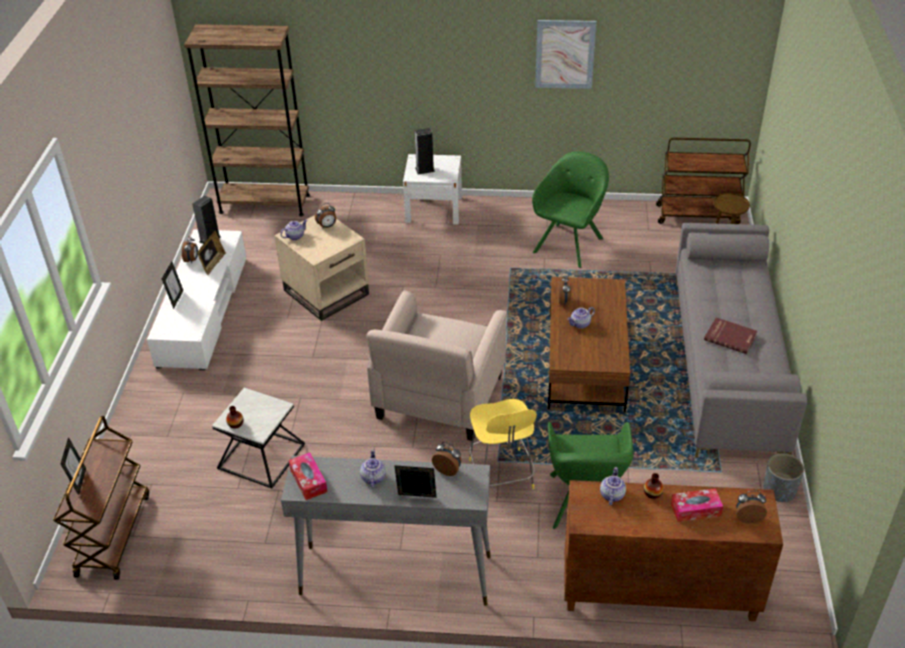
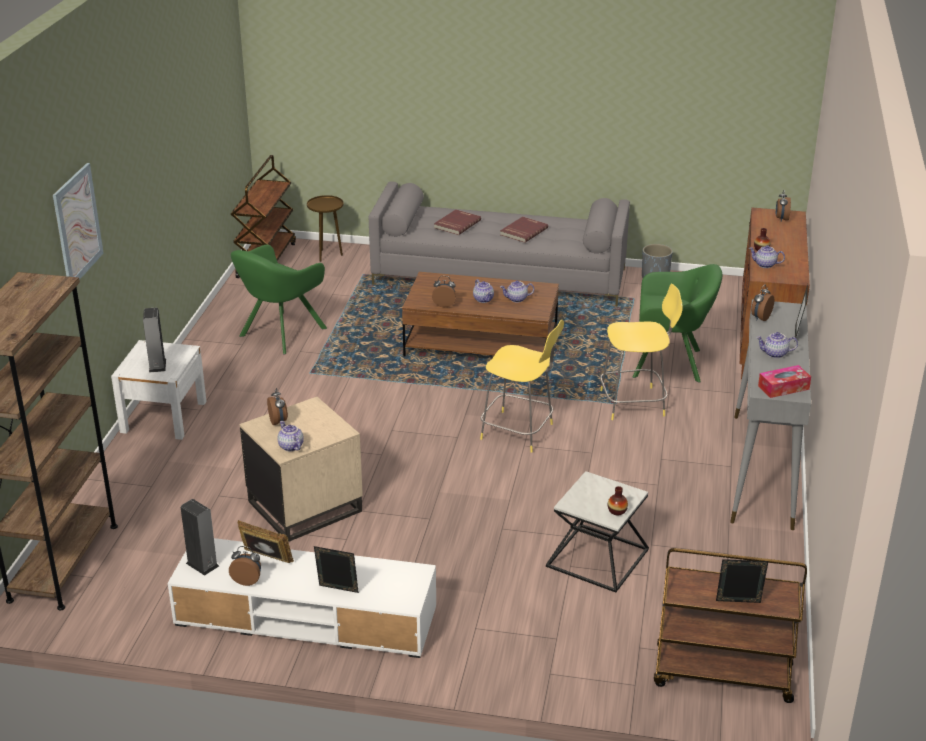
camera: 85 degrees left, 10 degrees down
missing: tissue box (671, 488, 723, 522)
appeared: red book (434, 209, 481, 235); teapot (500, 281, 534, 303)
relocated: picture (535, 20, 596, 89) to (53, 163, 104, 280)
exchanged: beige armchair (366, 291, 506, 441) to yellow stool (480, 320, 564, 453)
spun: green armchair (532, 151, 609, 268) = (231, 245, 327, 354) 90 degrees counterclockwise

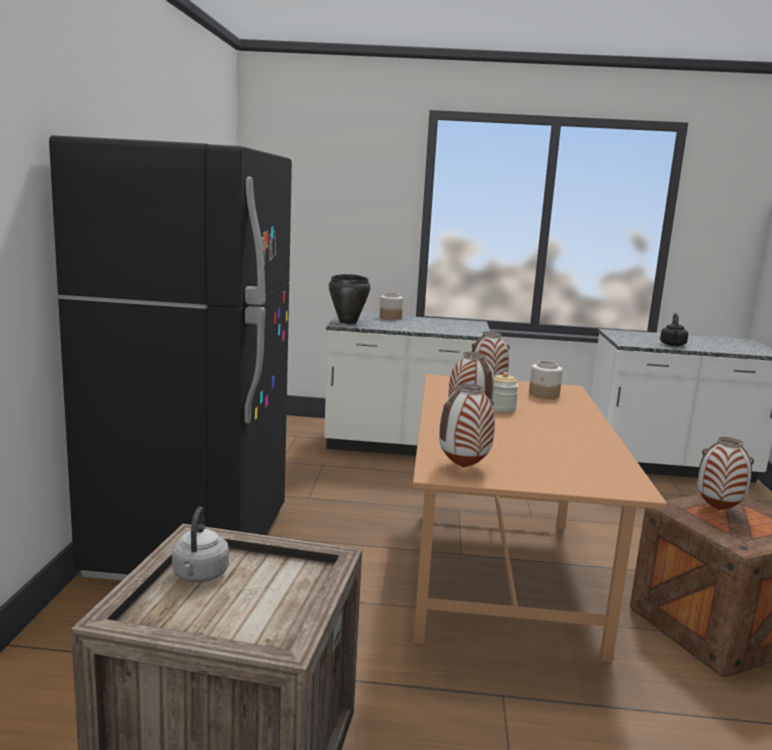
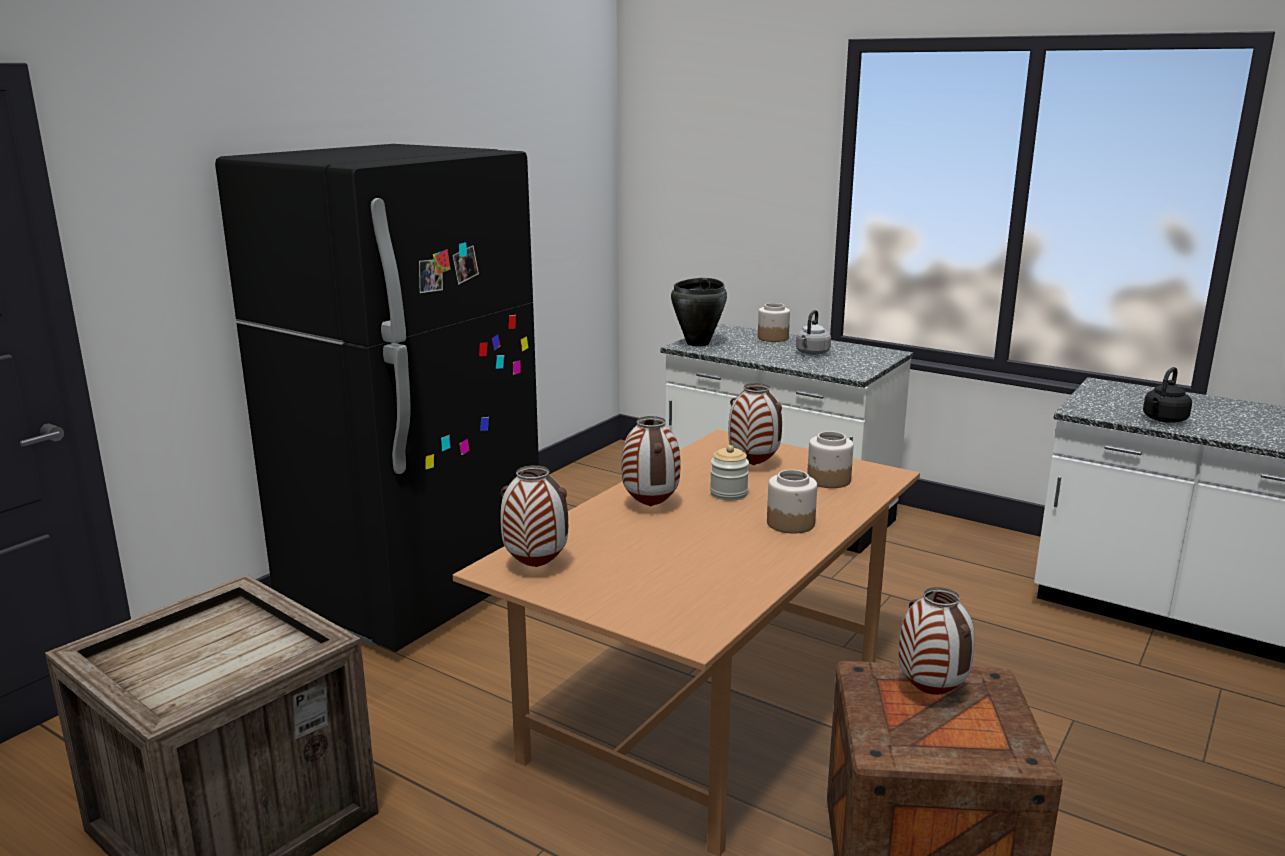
camera: 30 degrees right, 5 degrees up
appeared: jar (767, 470, 817, 534)
relocated: grey kettle (172, 507, 229, 583) to (796, 310, 831, 355)

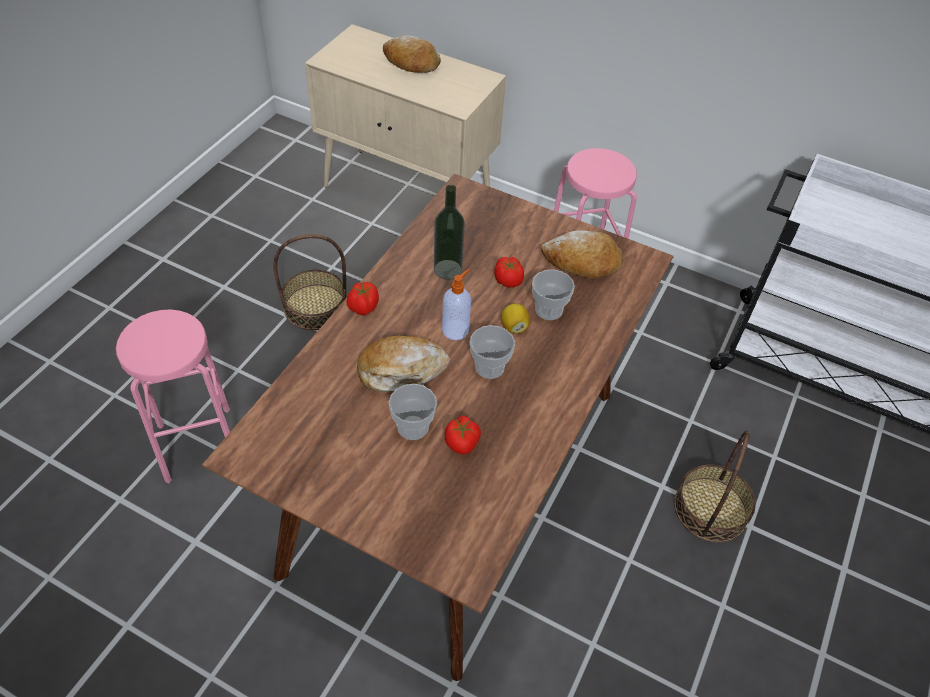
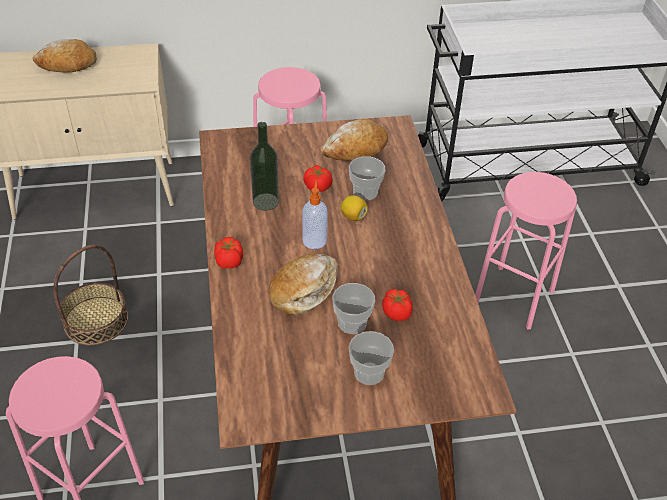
camera: 35 degrees left, 5 degrees down
relocated: cup (470, 325, 515, 379) to (348, 331, 394, 385)
exchanged: basket (674, 431, 756, 543) to pink stool (475, 172, 577, 330)

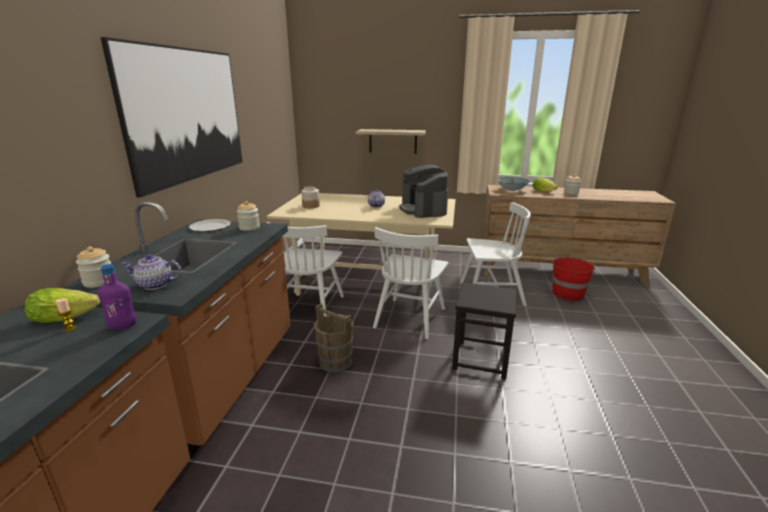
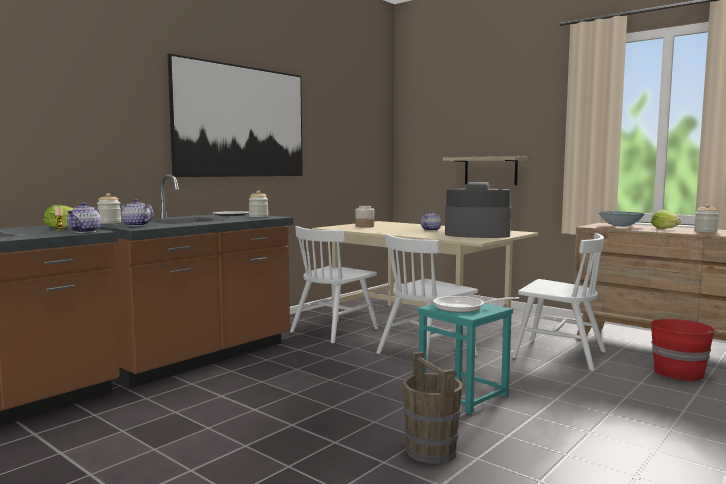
camera: 30 degrees right, 15 degrees down
appeared: frying pan (433, 296, 519, 313)
relocated: brown bucket (314, 304, 353, 373) to (402, 352, 463, 464)
exchanged: purple bottle (98, 264, 137, 329) to teapot (66, 202, 101, 233)
colour: black stool (452, 282, 517, 379) to turquoise stool (418, 303, 513, 414)
spun: coffee machine (400, 165, 448, 218) = (445, 182, 511, 238) 90 degrees clockwise

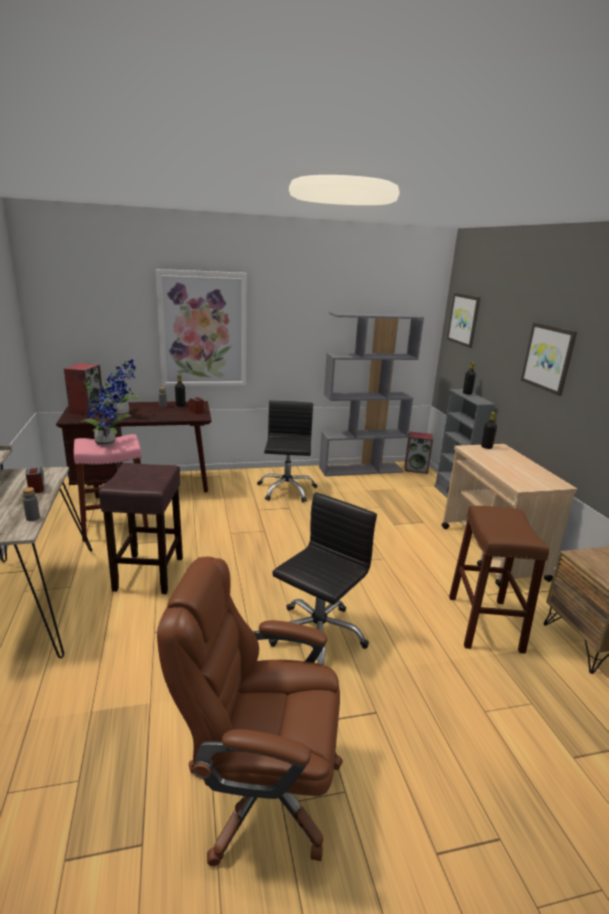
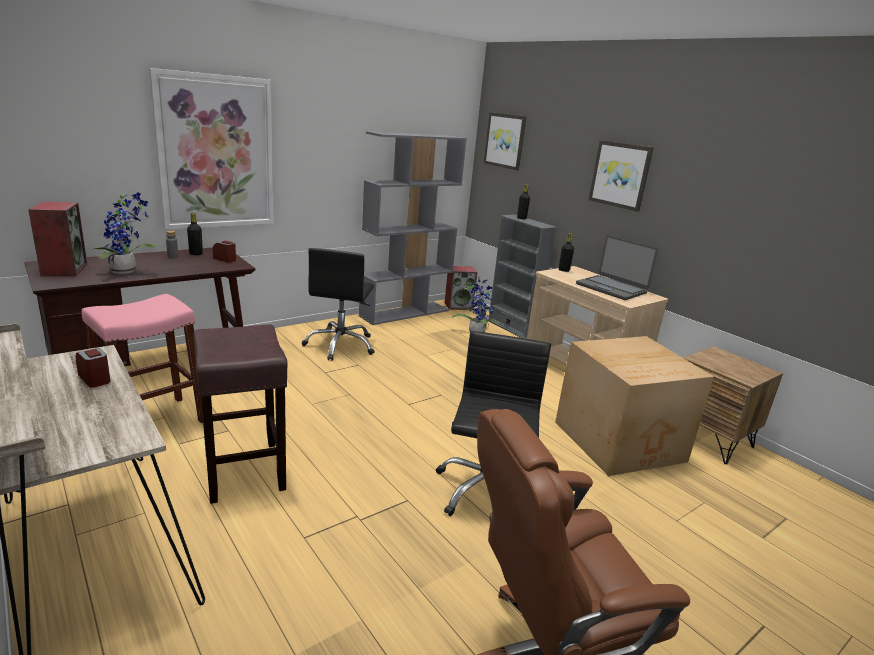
camera: 25 degrees left, 0 degrees up
missing: grey bottle (22, 487, 40, 521)
appeared: laptop (576, 235, 658, 300)
relocated: potted plant (81, 376, 132, 446) to (452, 279, 500, 332)
exchanged: brown stool (449, 506, 549, 654) to cardboard box (555, 336, 714, 476)
spun: black office chair (257, 401, 317, 502) = (302, 248, 375, 361) 150 degrees counterclockwise

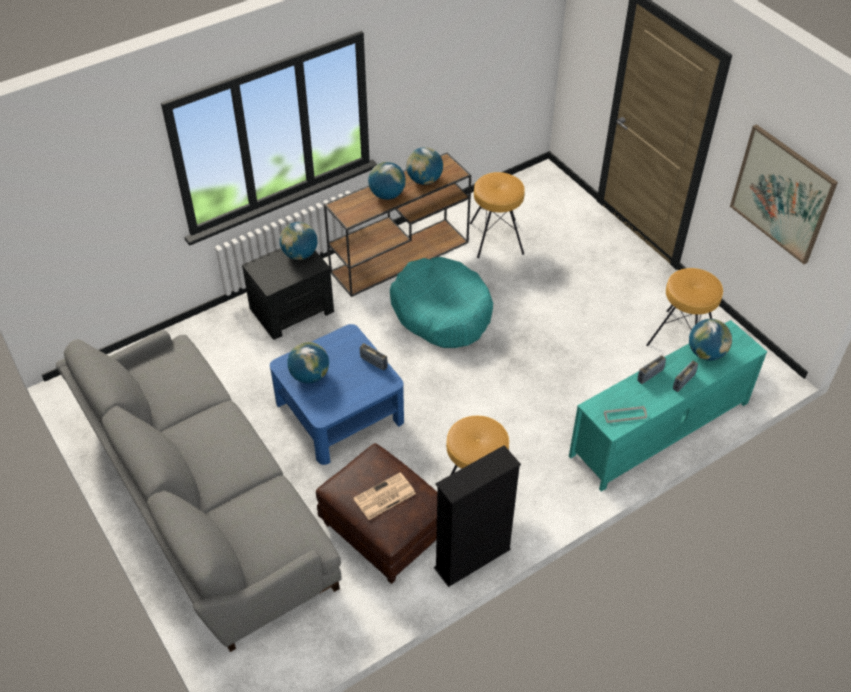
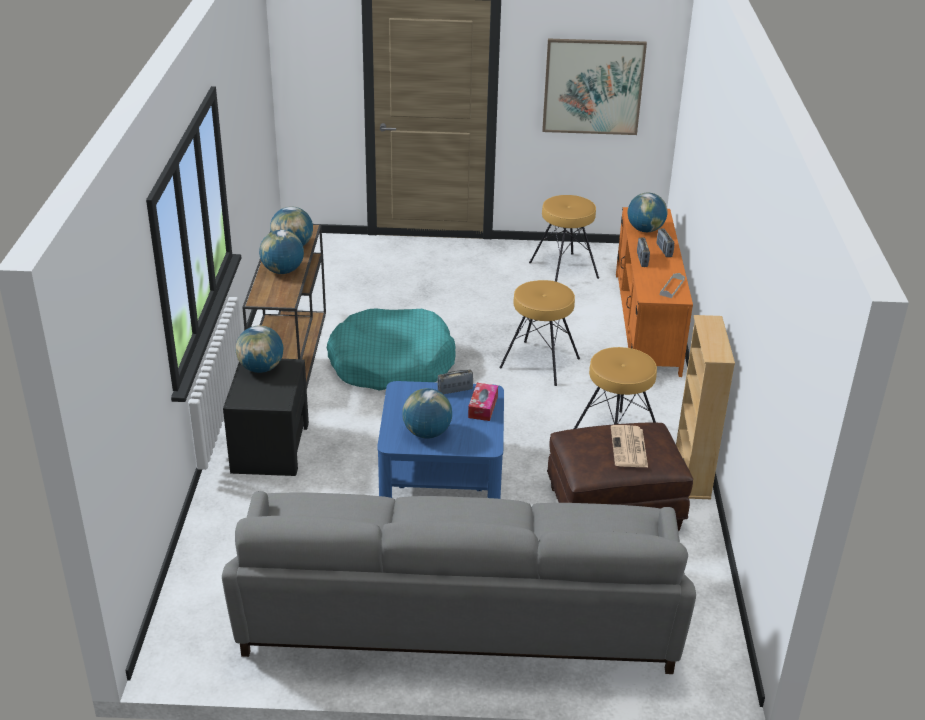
camera: 55 degrees left, 15 degrees down
appeared: tissue box (468, 383, 498, 421)
relocated: brown stool (470, 172, 525, 258) to (499, 280, 580, 386)
colour: black bookcase (434, 445, 521, 587) to beige bookcase (676, 315, 735, 499); turquoise tv stand (569, 320, 767, 491) to orange tv stand (616, 207, 693, 377)

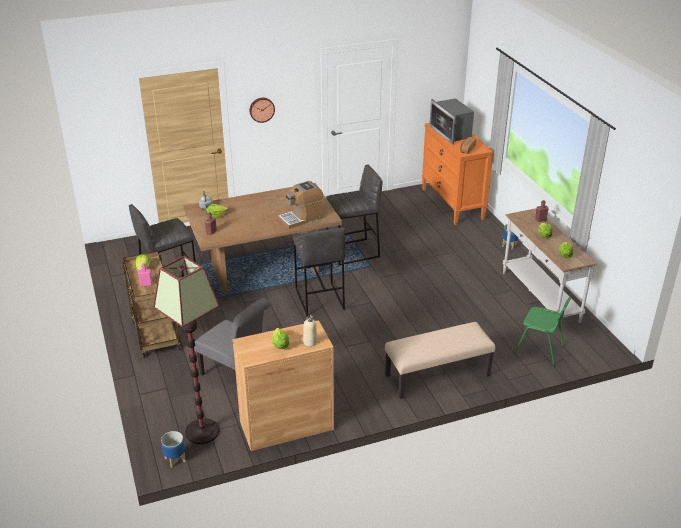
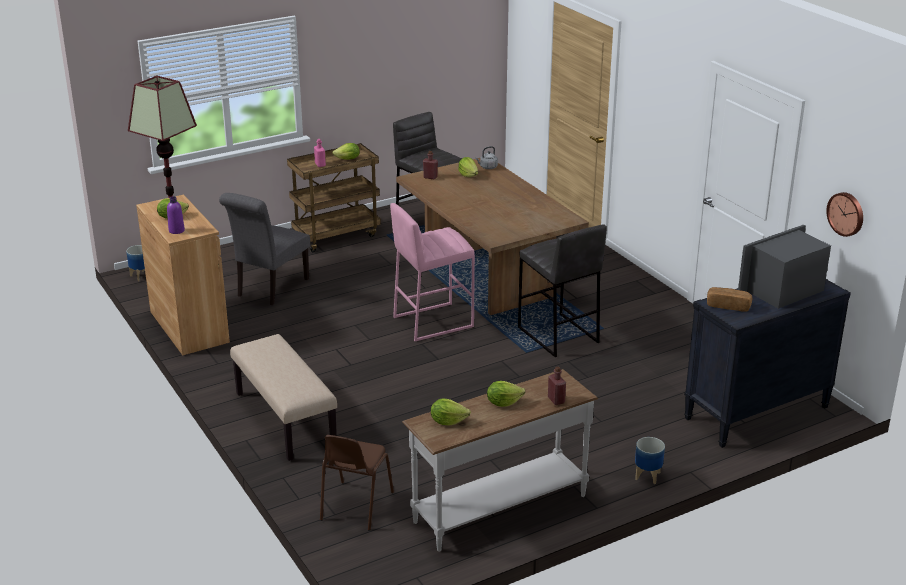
camera: 80 degrees right, 5 degrees down
missing: coffee machine (278, 181, 323, 229)
relocated: wall clock (249, 98, 275, 123) to (826, 192, 863, 237)
colour: grey stool (293, 228, 345, 316) to pink stool (390, 203, 475, 341); beige bottle (303, 315, 317, 347) to purple bottle (167, 196, 185, 234); orange dresser (422, 123, 494, 225) to black dresser (684, 279, 851, 448); green chair (514, 297, 571, 366) to brown chair (320, 435, 394, 531)

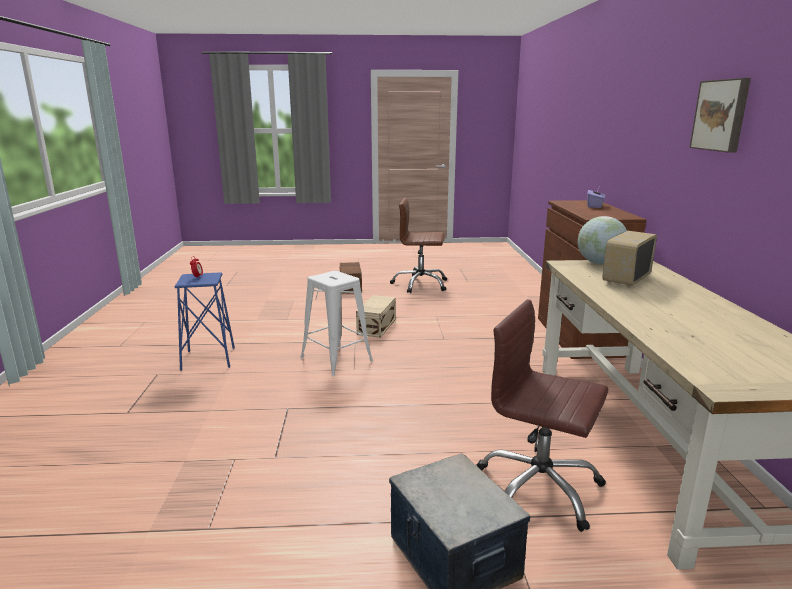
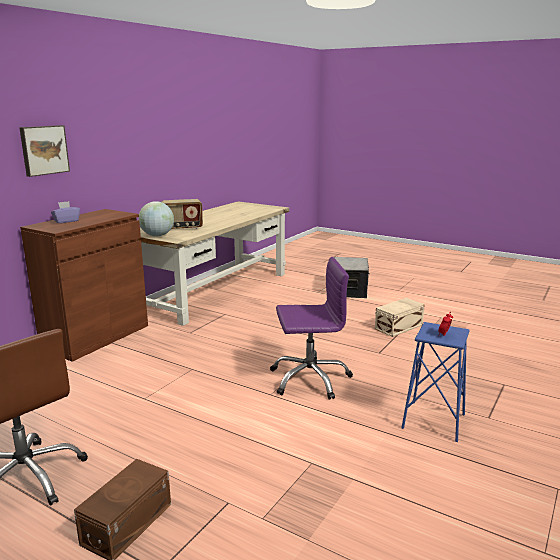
camera: 145 degrees left, 0 degrees up
missing: brown office chair (477, 299, 608, 532)
relocated: beige storage box (356, 295, 396, 338) to (375, 298, 425, 337); picture (689, 78, 751, 153) to (19, 125, 70, 177)
exchanged: white stool (300, 271, 373, 376) to purple office chair (270, 257, 353, 400)

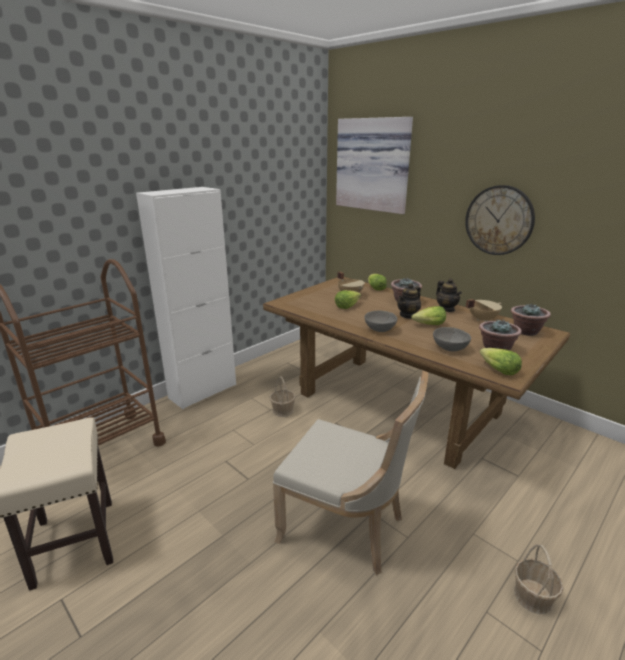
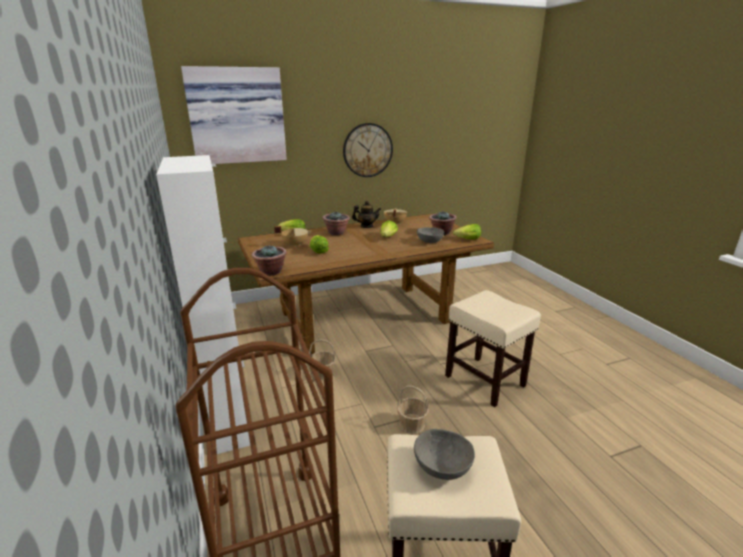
camera: 65 degrees left, 0 degrees up
missing: teapot (397, 283, 421, 319)
relocated: grey bowl (365, 310, 397, 332) to (414, 429, 475, 480); potted plant (511, 304, 551, 336) to (251, 245, 287, 276); basket (514, 544, 564, 614) to (397, 386, 429, 434)
exchanged: beige chair (273, 371, 428, 575) to beige stool (445, 290, 541, 407)

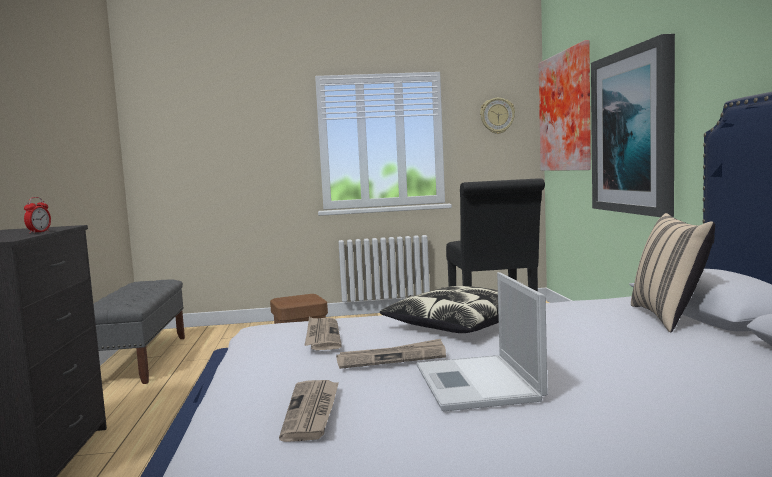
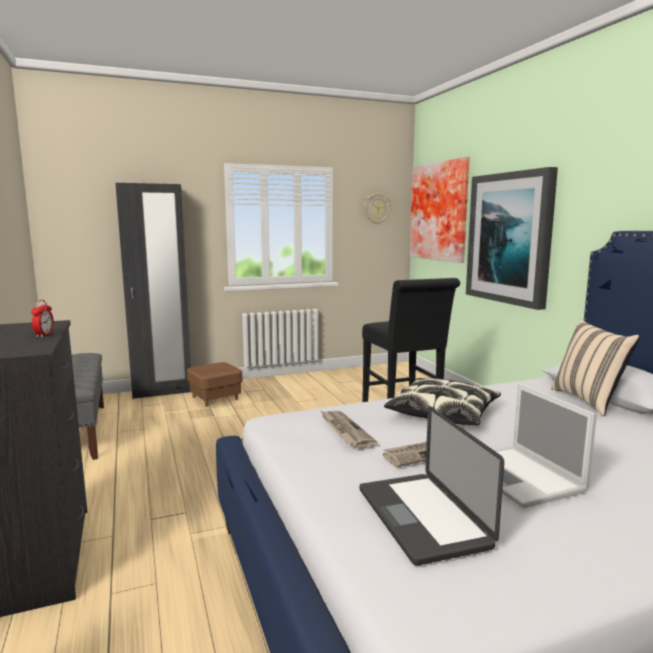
camera: 15 degrees left, 5 degrees up
appeared: black wardrobe (115, 183, 191, 399)
exchanged: newspaper (279, 380, 339, 442) to laptop (359, 406, 504, 566)

